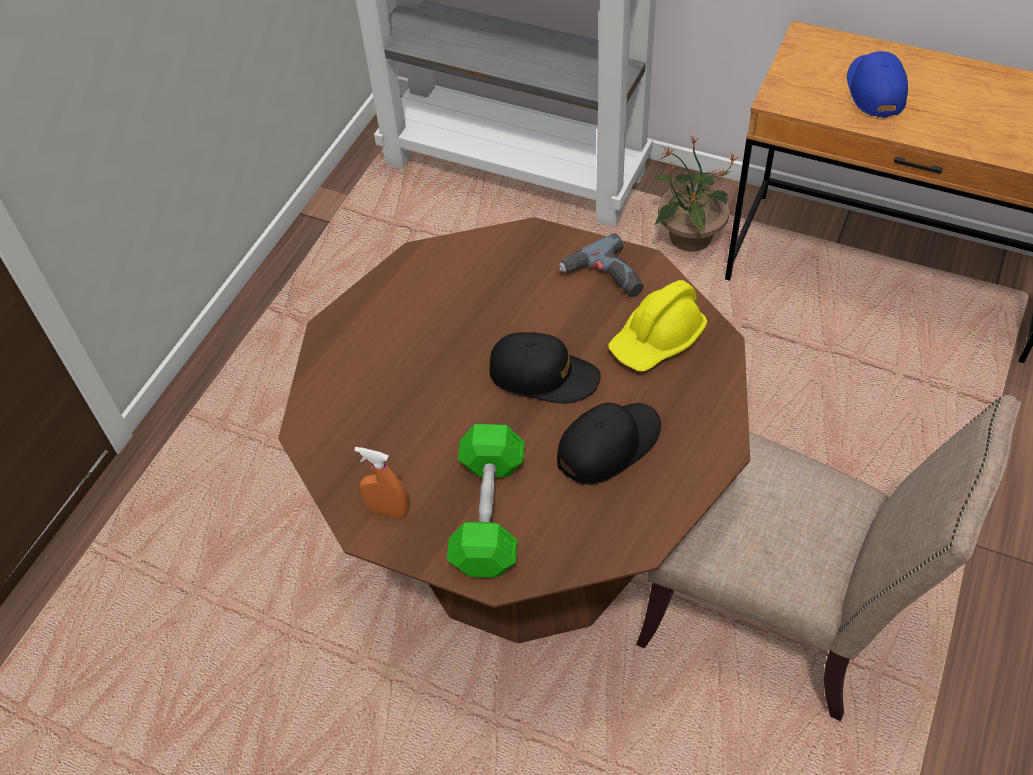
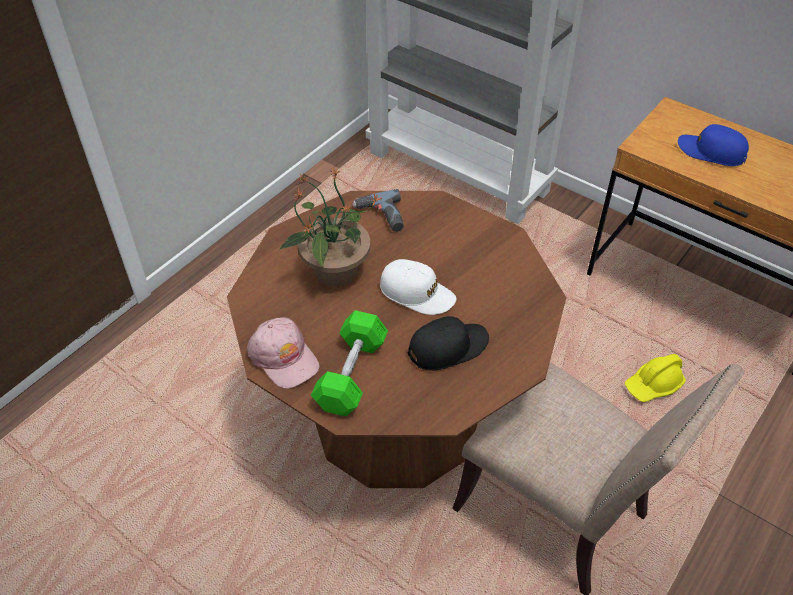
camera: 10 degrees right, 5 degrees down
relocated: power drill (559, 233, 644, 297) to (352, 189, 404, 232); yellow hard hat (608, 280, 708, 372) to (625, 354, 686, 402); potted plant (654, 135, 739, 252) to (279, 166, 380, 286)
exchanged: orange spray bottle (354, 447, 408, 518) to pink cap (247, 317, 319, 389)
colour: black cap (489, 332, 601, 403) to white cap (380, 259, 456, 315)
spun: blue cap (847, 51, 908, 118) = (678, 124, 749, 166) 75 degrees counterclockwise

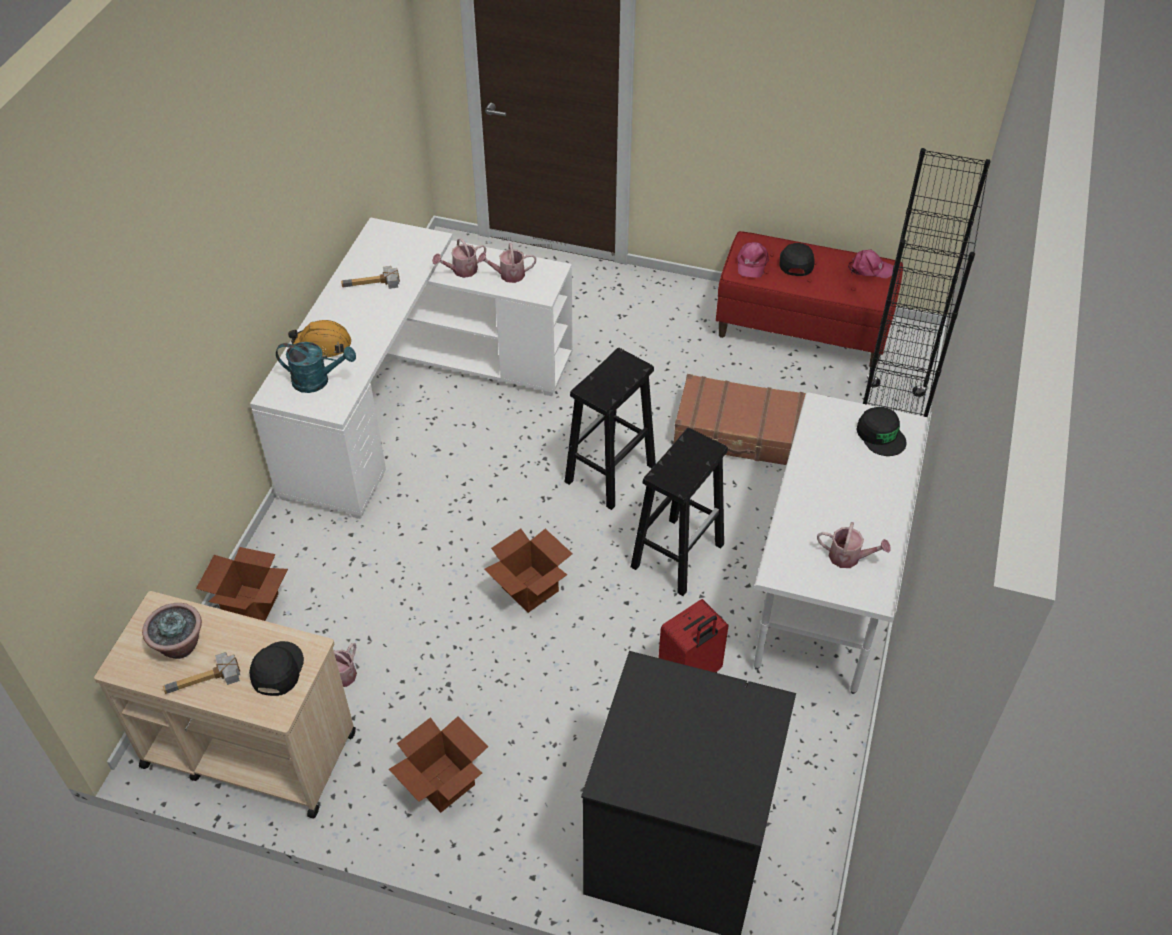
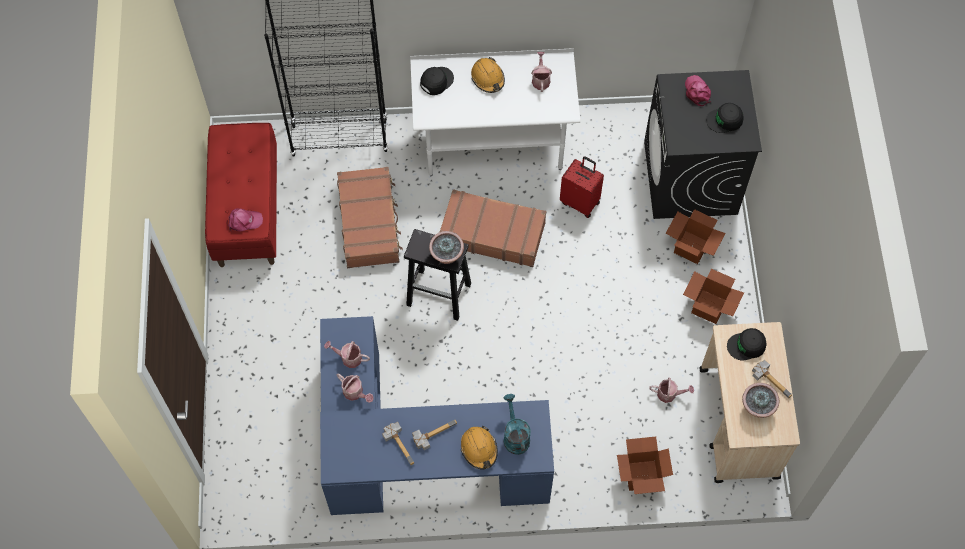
camera: 110 degrees left, 15 degrees up
appeared: hammer (412, 420, 457, 450); potted plant (429, 231, 464, 264); orange hard hat (471, 57, 505, 93)
relocated: cardboard box (484, 528, 573, 613) to (666, 209, 726, 264); black cap (779, 243, 815, 276) to (706, 103, 744, 133); pink cap (848, 250, 894, 278) to (685, 75, 711, 106)
exchanged: black stool (631, 428, 728, 596) to brown suitcase (440, 189, 546, 267)
colour: white desk (250, 217, 573, 519) to blue desk (320, 316, 554, 515)
spun: watering can (478, 243, 536, 283) = (324, 341, 370, 368) 135 degrees clockwise

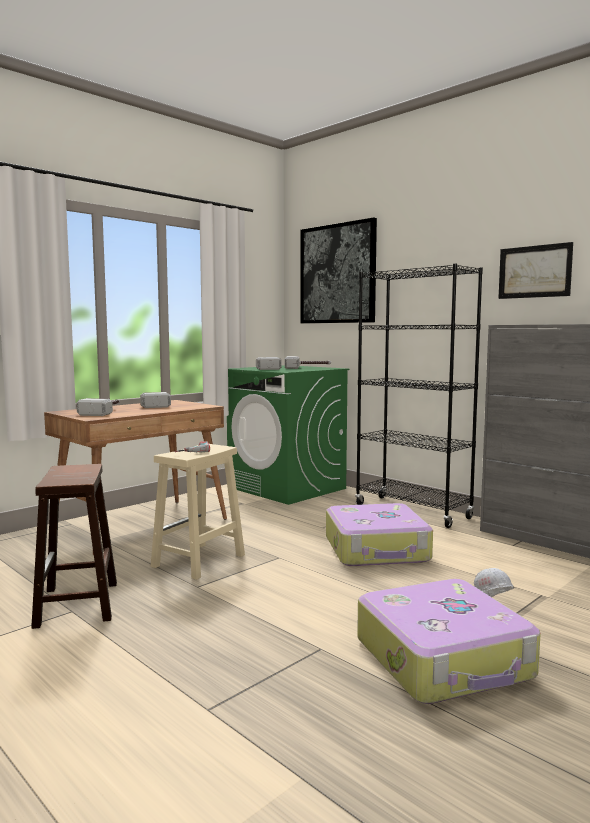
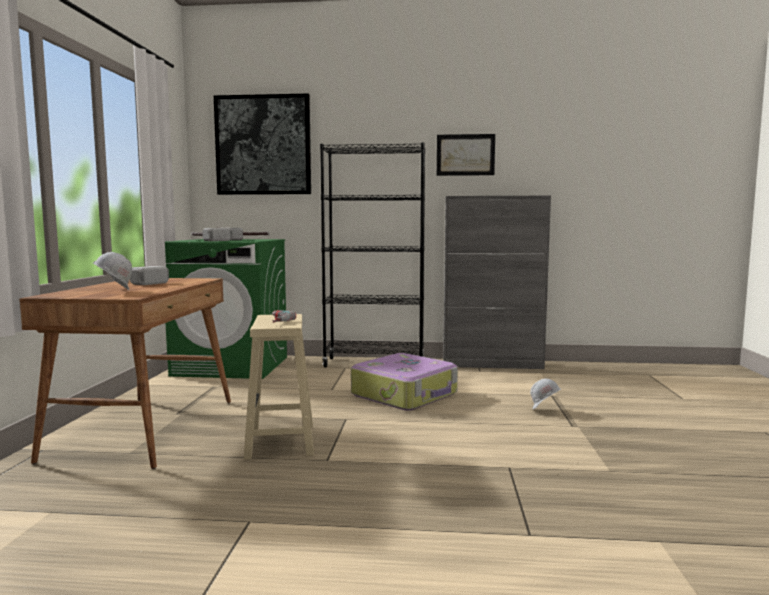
camera: 40 degrees left, 0 degrees up
missing: brown stool (31, 464, 117, 629); suitcase (357, 579, 541, 704)
exchanged: hammer (76, 398, 120, 416) to white hard hat (93, 252, 132, 291)

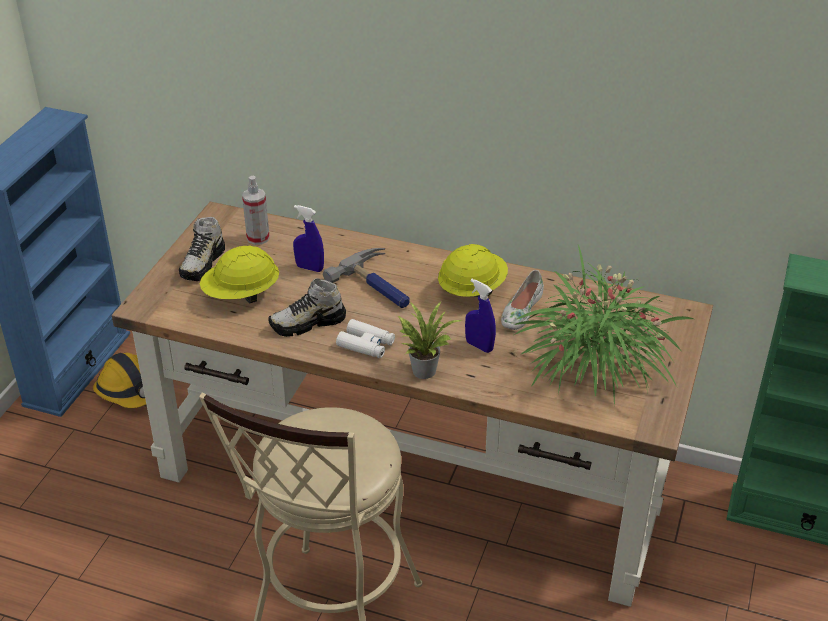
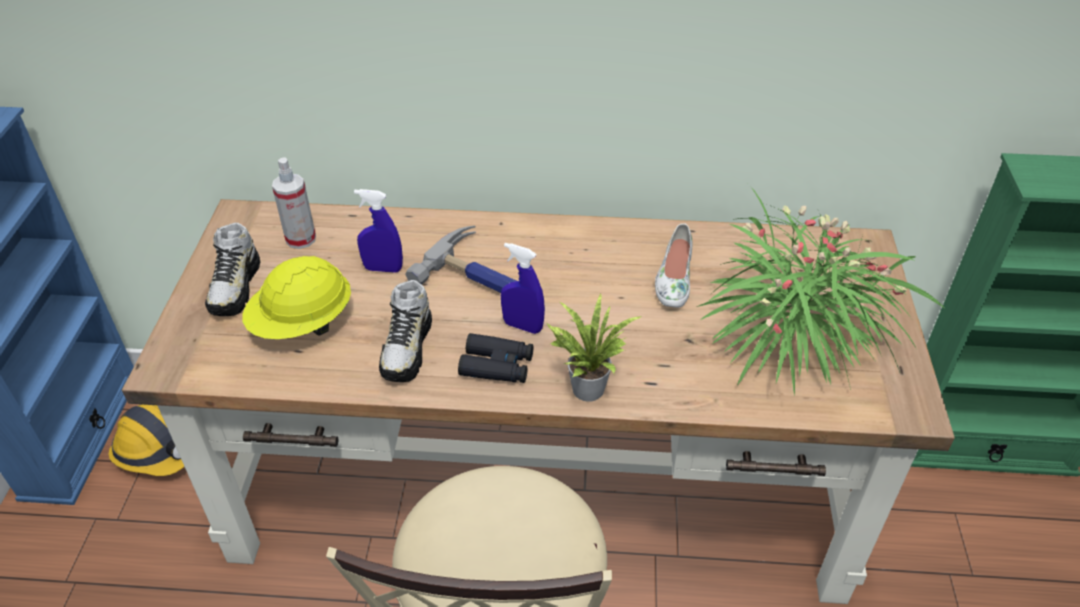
camera: 15 degrees left, 5 degrees up
missing: yellow hard hat (438, 244, 508, 297)
relocated: blue spray bottle (465, 279, 496, 353) to (501, 243, 545, 334)
colour: white binoculars (336, 319, 395, 358) to black binoculars (458, 333, 533, 383)
spun: shoe (268, 278, 346, 337) = (379, 280, 432, 382) 45 degrees counterclockwise

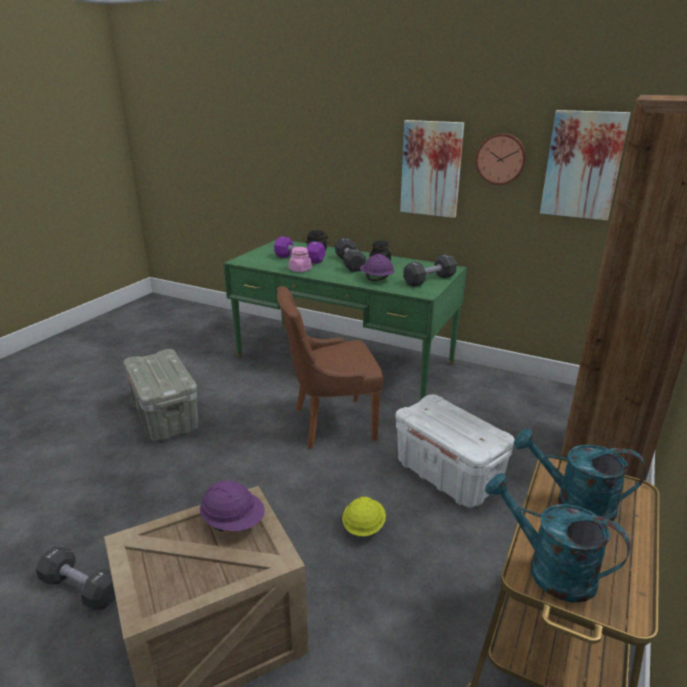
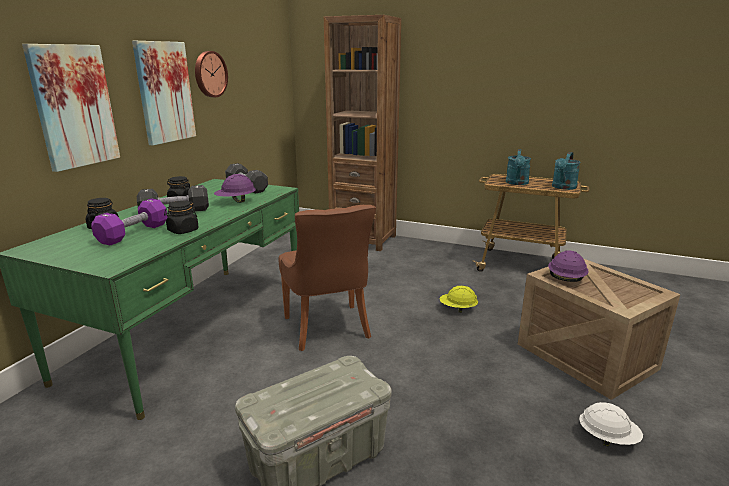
camera: 95 degrees left, 5 degrees down
missing: white storage box (396, 394, 515, 507)
relocated: picture (540, 110, 630, 220) to (22, 44, 120, 172)
exchanged: black dumbbell (35, 546, 116, 610) to white hard hat (579, 402, 643, 446)
colour: pink jar (289, 247, 312, 272) to black jar (164, 201, 199, 234)

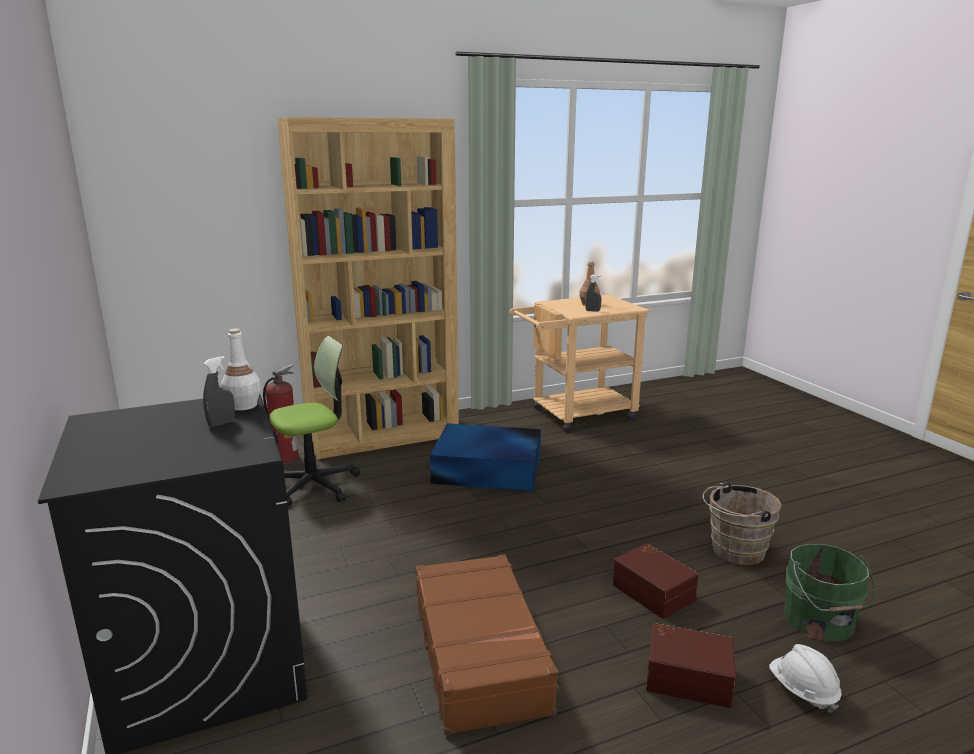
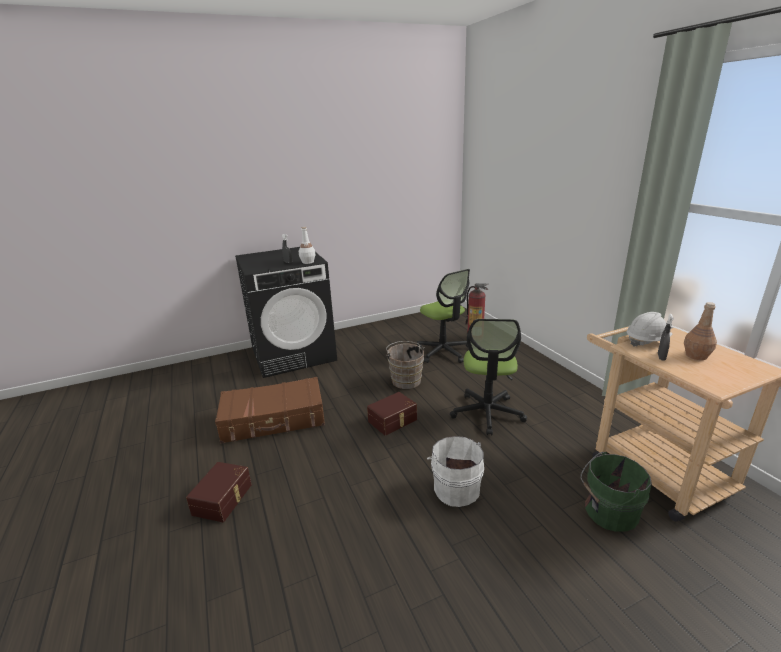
camera: 90 degrees right, 5 degrees up
missing: brown bookcase (277, 117, 459, 459)
appeared: white bucket (427, 436, 484, 507)
relocated: brown storage box (613, 543, 699, 619) to (367, 392, 417, 436); brown bucket (703, 482, 782, 565) to (386, 341, 425, 389); white hard hat (769, 644, 842, 713) to (627, 312, 672, 347); green bucket (784, 544, 875, 642) to (581, 452, 652, 532)
exchanged: blue storage box (430, 423, 541, 492) to office chair (450, 319, 527, 436)

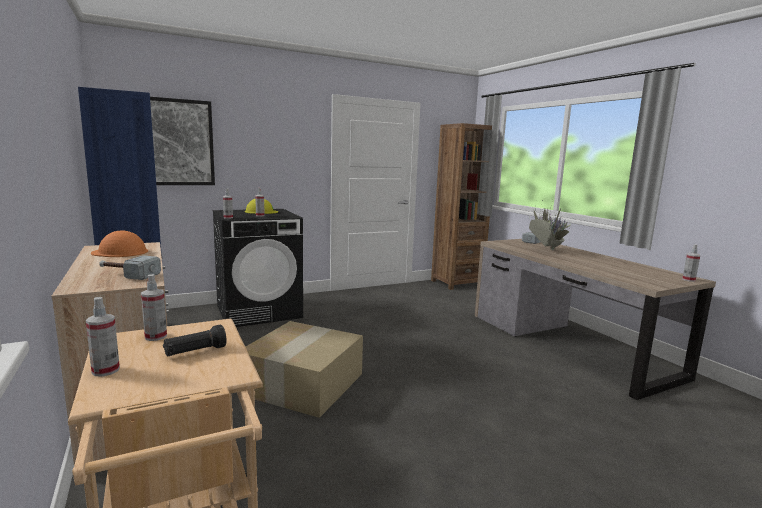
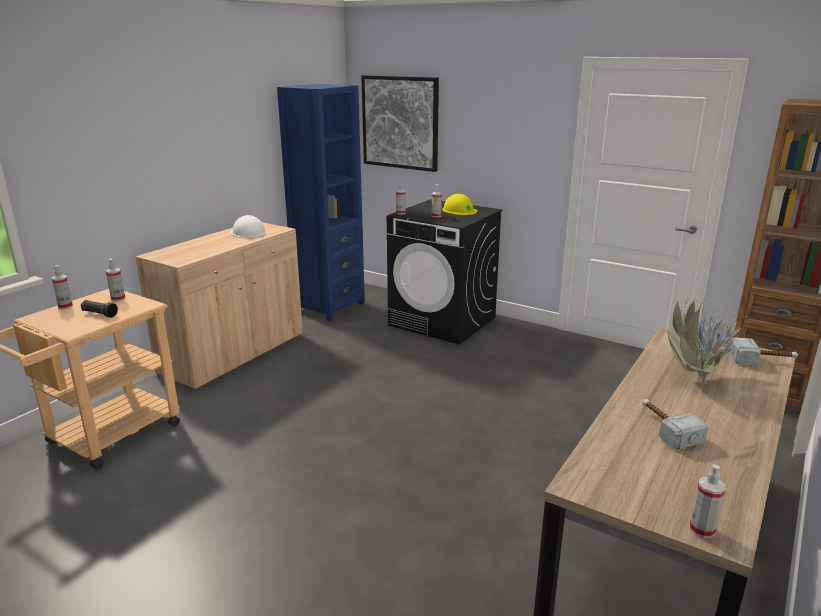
camera: 60 degrees right, 10 degrees up
missing: cardboard box (246, 321, 363, 418)
relocated: hammer (99, 255, 161, 280) to (642, 399, 708, 449)
colour: orange hard hat (91, 230, 148, 257) to white hard hat (231, 215, 267, 238)

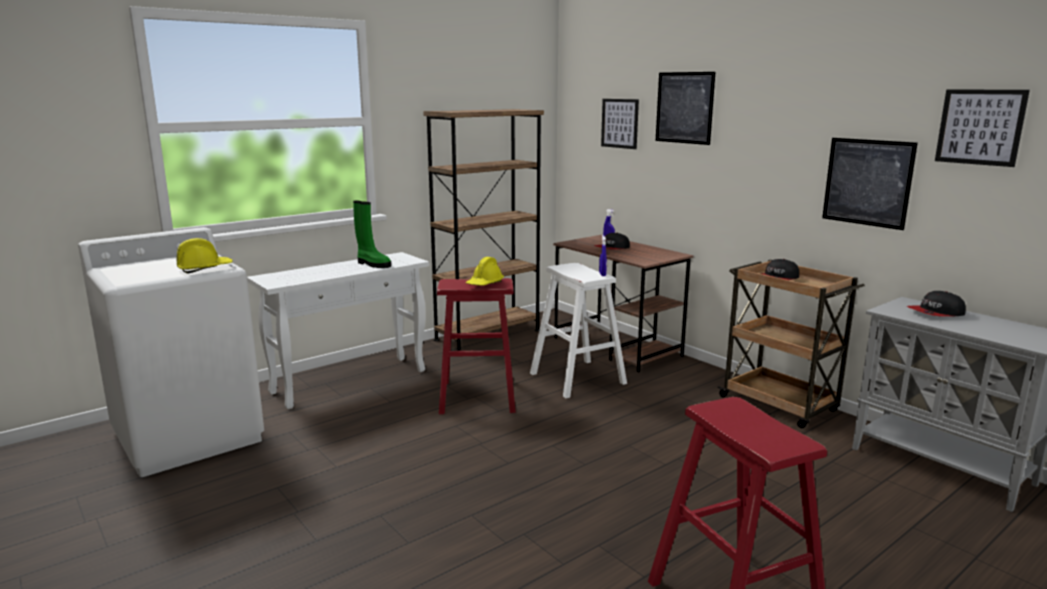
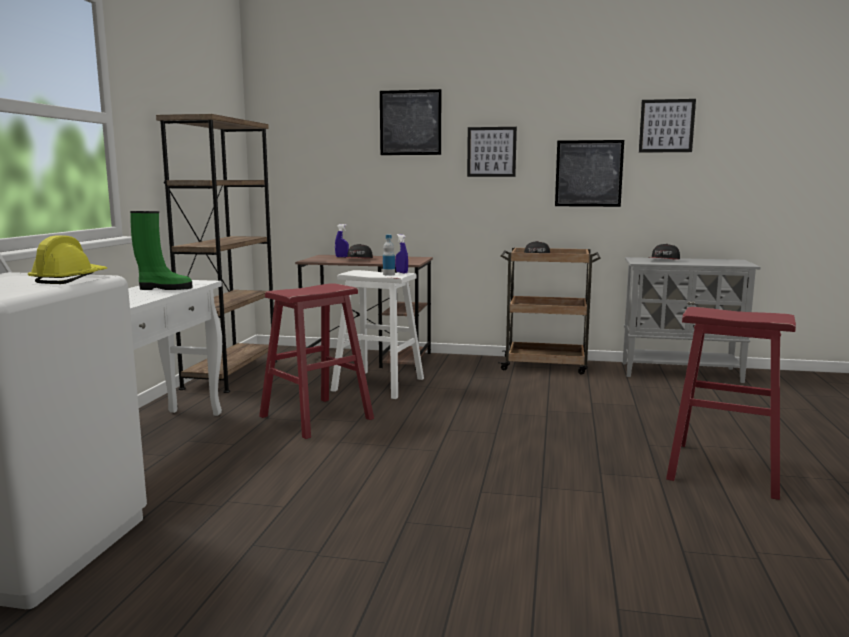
camera: 40 degrees left, 5 degrees down
missing: yellow hard hat (466, 257, 504, 286)
appeared: bottle (383, 235, 395, 276)
relocated: picture (601, 99, 639, 149) to (467, 127, 517, 177)

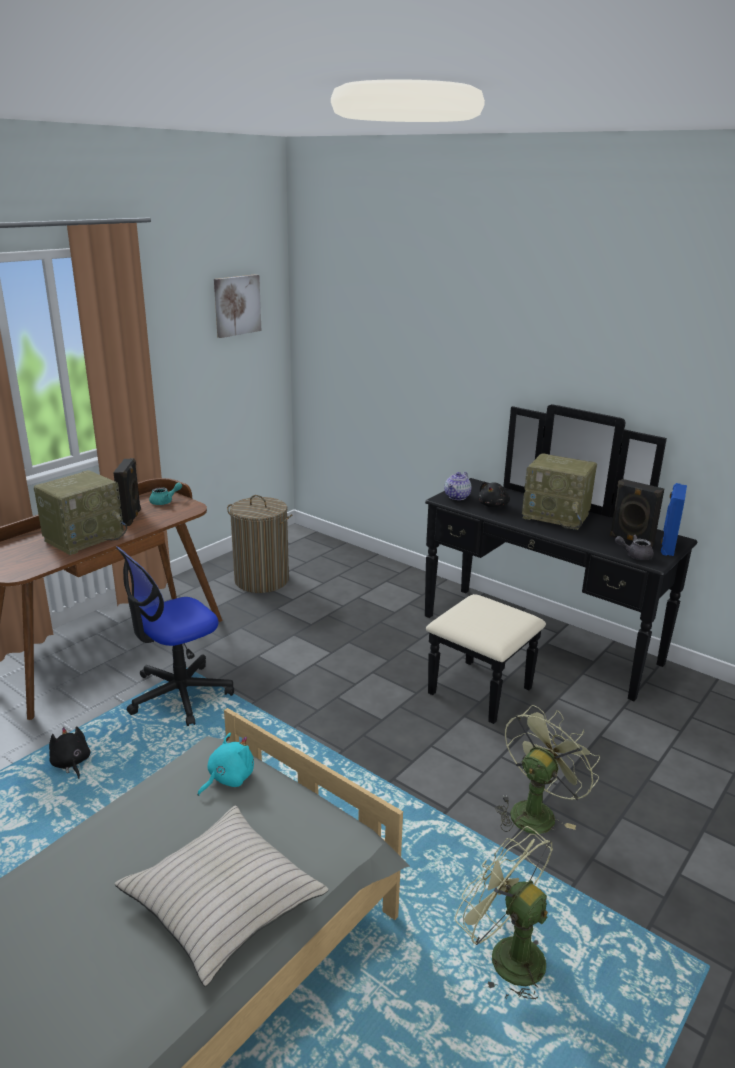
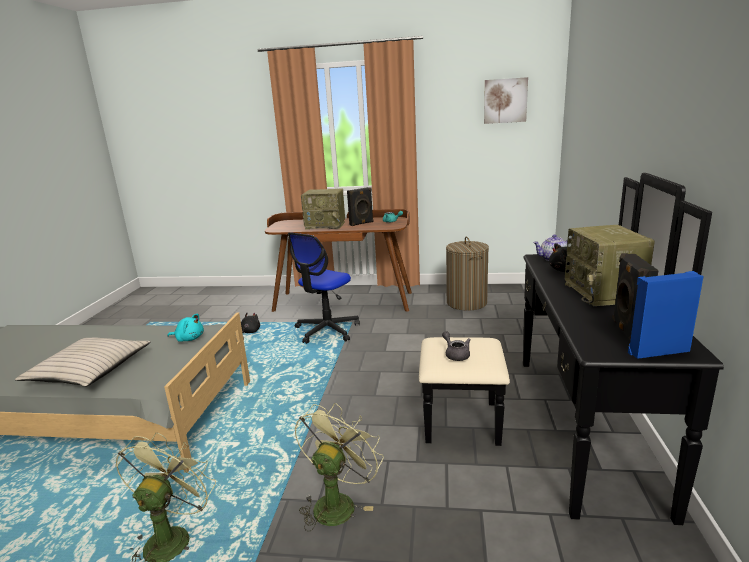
camera: 60 degrees right, 5 degrees down
relocated: grey teapot (615, 535, 654, 560) to (442, 331, 471, 361)
spun: office chair (116, 546, 234, 726) = (288, 232, 360, 344) 75 degrees counterclockwise; green fan (495, 705, 600, 834) = (295, 403, 384, 532) 75 degrees counterclockwise

